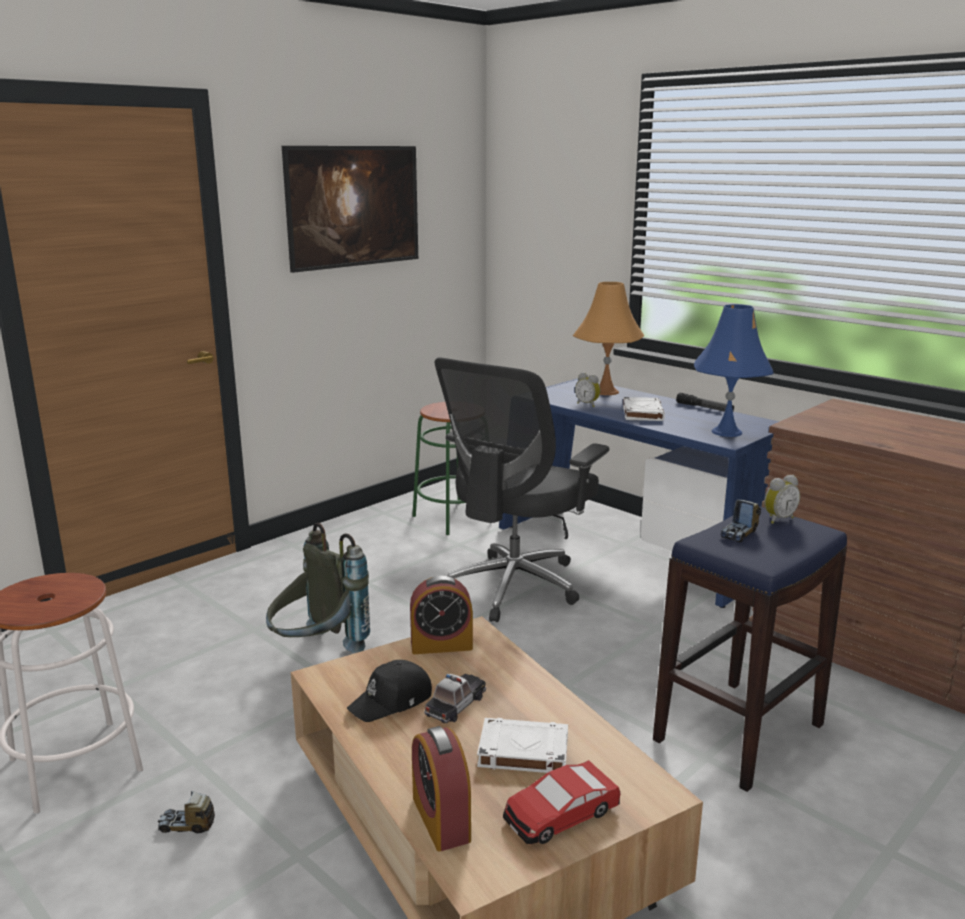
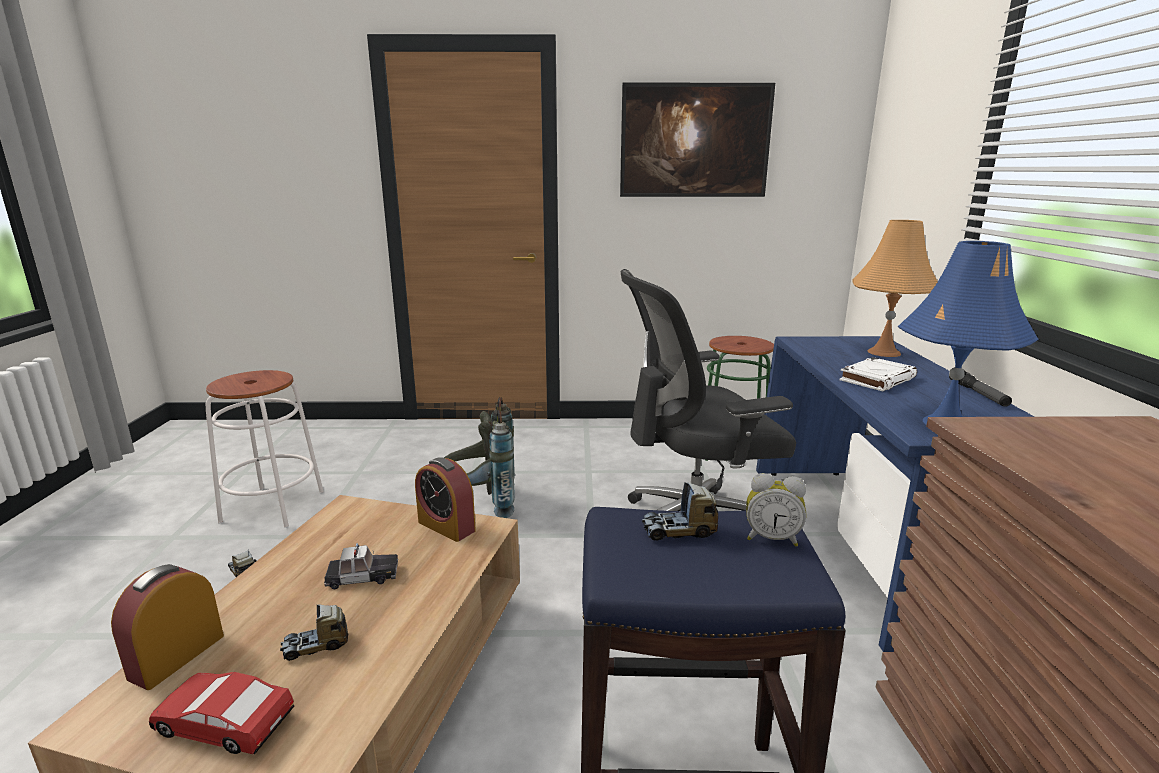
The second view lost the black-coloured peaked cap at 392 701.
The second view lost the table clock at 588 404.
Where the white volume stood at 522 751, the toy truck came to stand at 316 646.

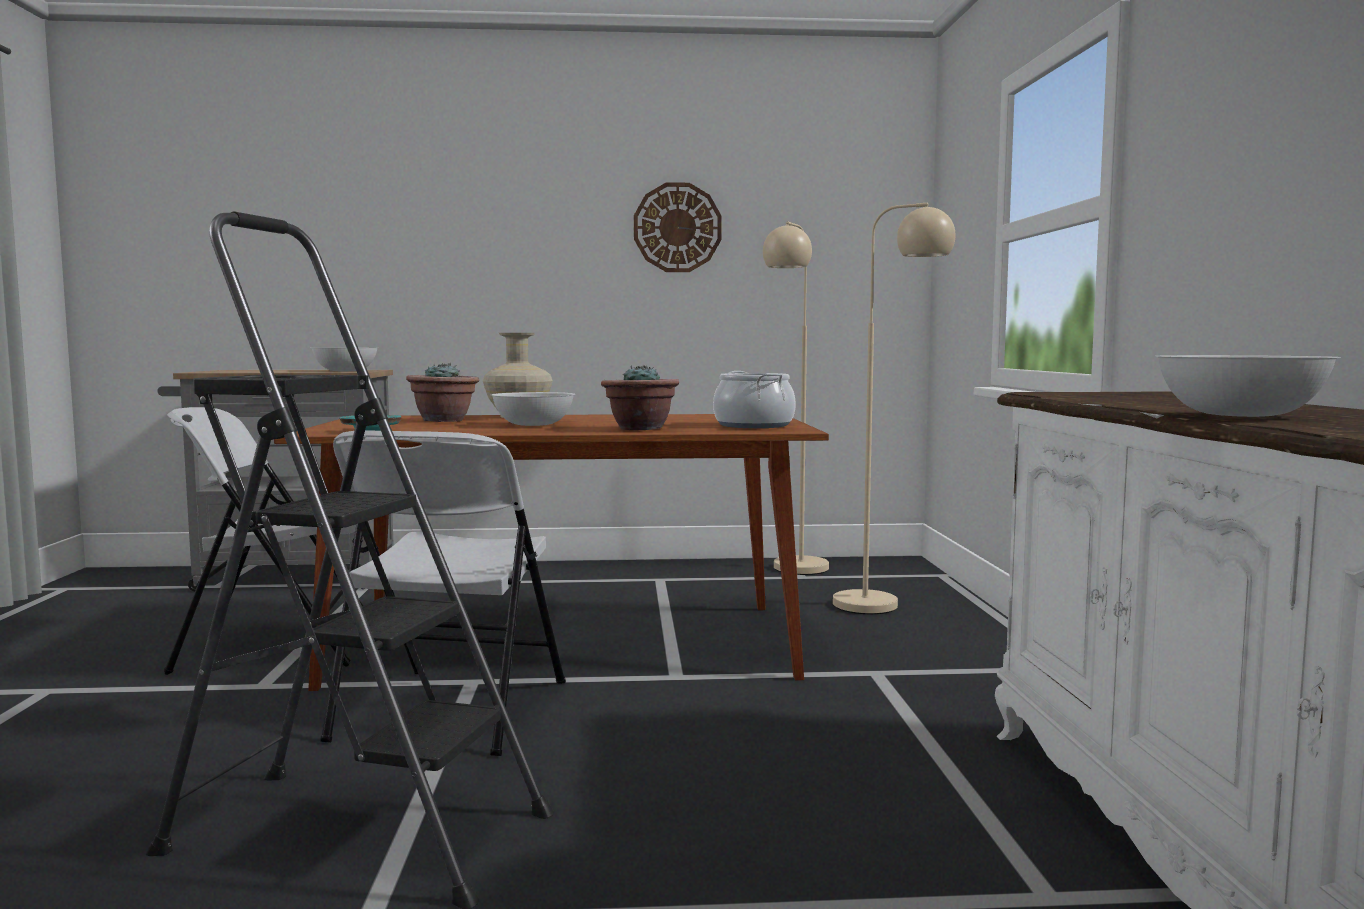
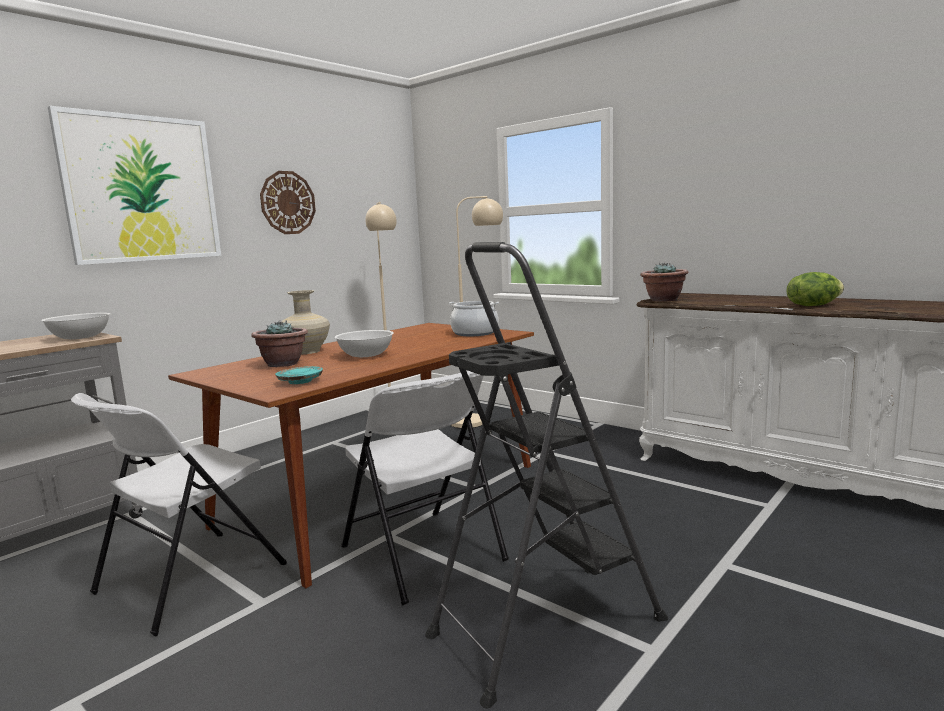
The second view gained the wall picture at 142 189.
The houseplant ended up elsewhere, having gone from 640 428 to 663 300.
Where the white deep dish stood at 1238 415, the lettuce head came to stand at 813 305.

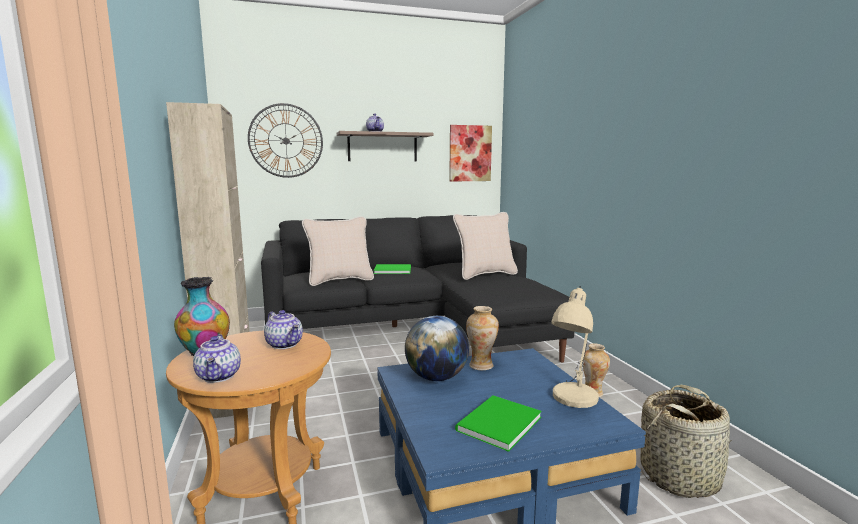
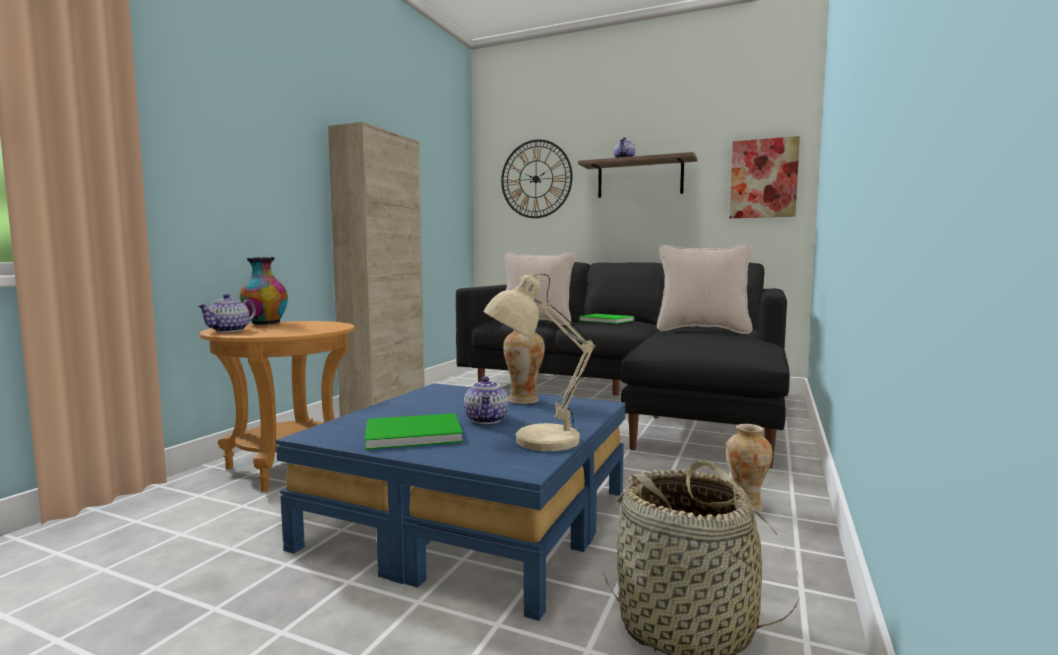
The second view lost the desk globe at 436 377.
The tea pot ended up elsewhere, having gone from 285 344 to 487 420.

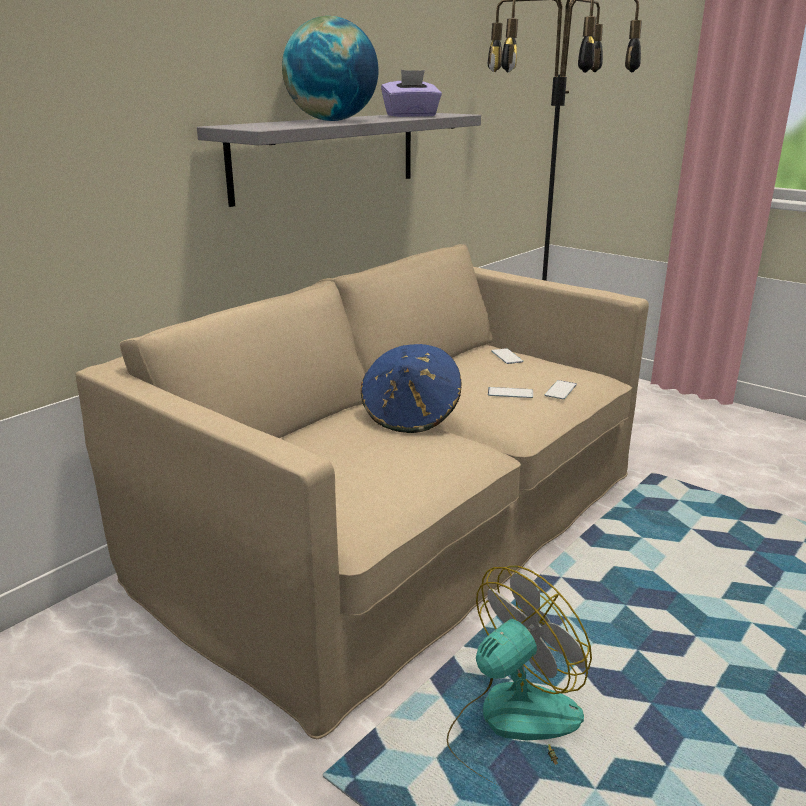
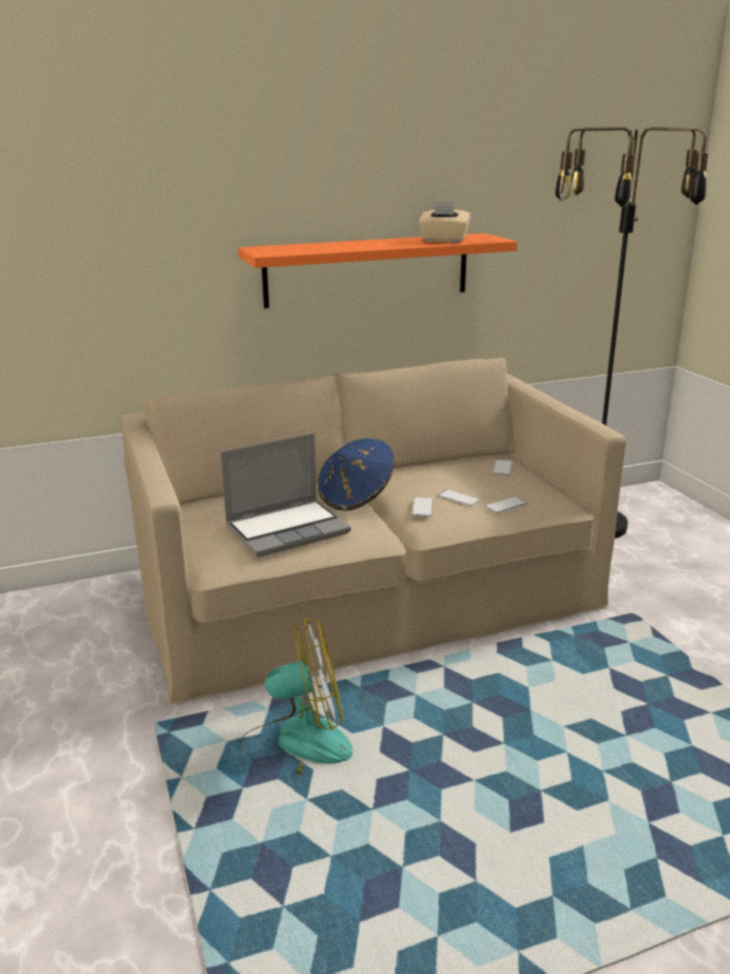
The second view lost the desk globe at 332 120.
The second view gained the laptop at 288 529.
The second view gained the handset at 422 507.
What was the gray shelf at 327 155 turned into the orange shelf at 367 270.
What was the purple tissue holder at 411 116 turned into the beige-coloured tissue holder at 443 240.

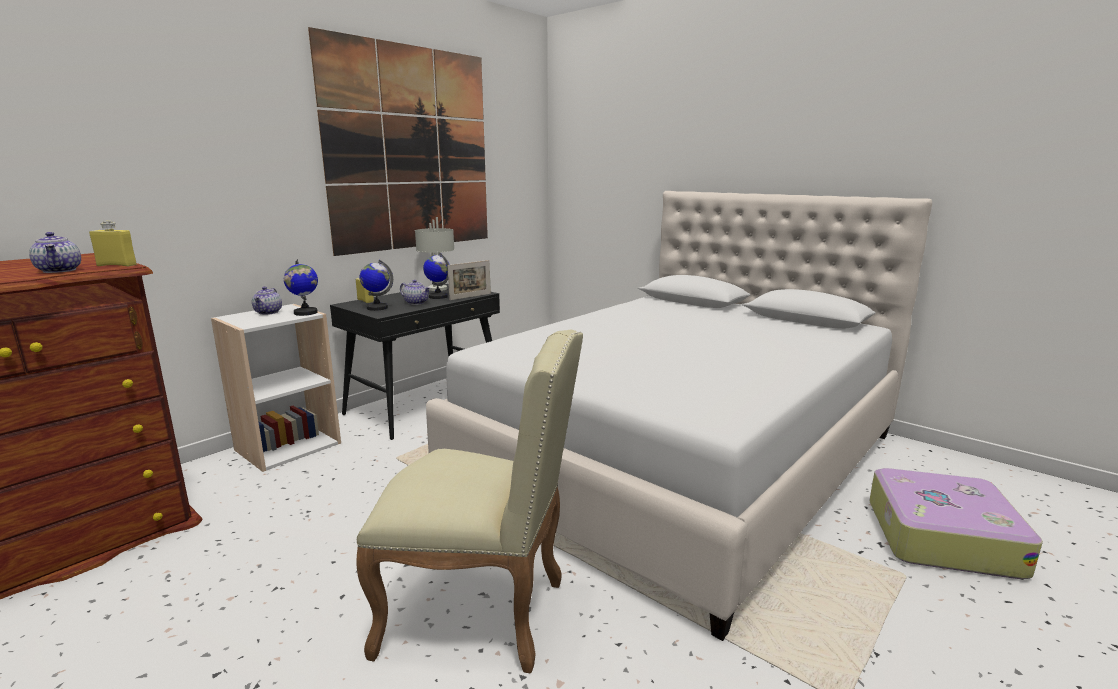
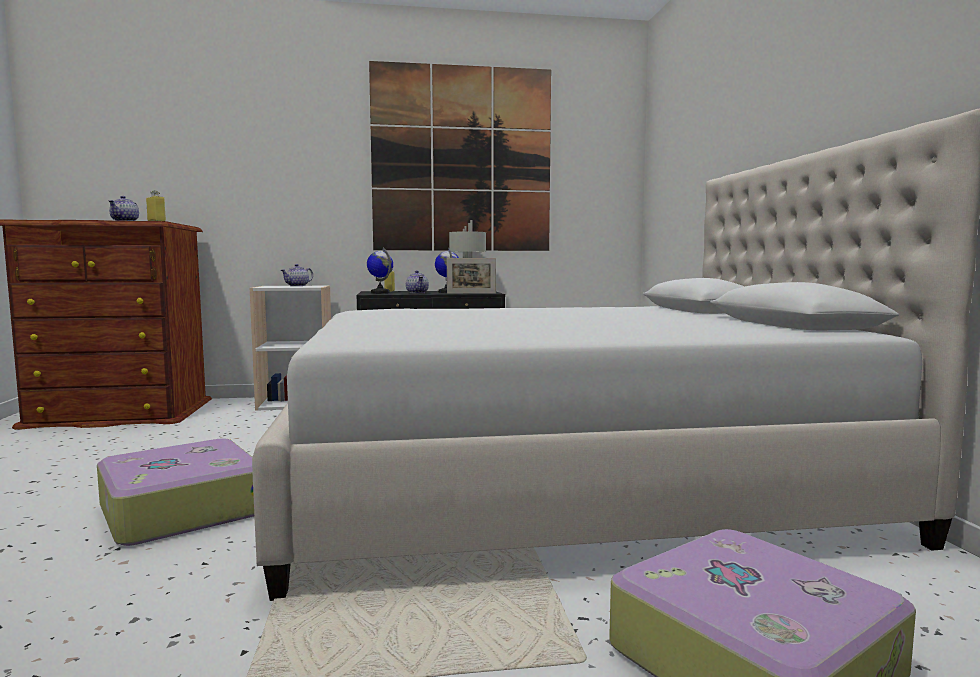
The second view lost the desk globe at 305 313.
Where the beige-coloured chair stood at 479 613, the travel case came to stand at 181 509.

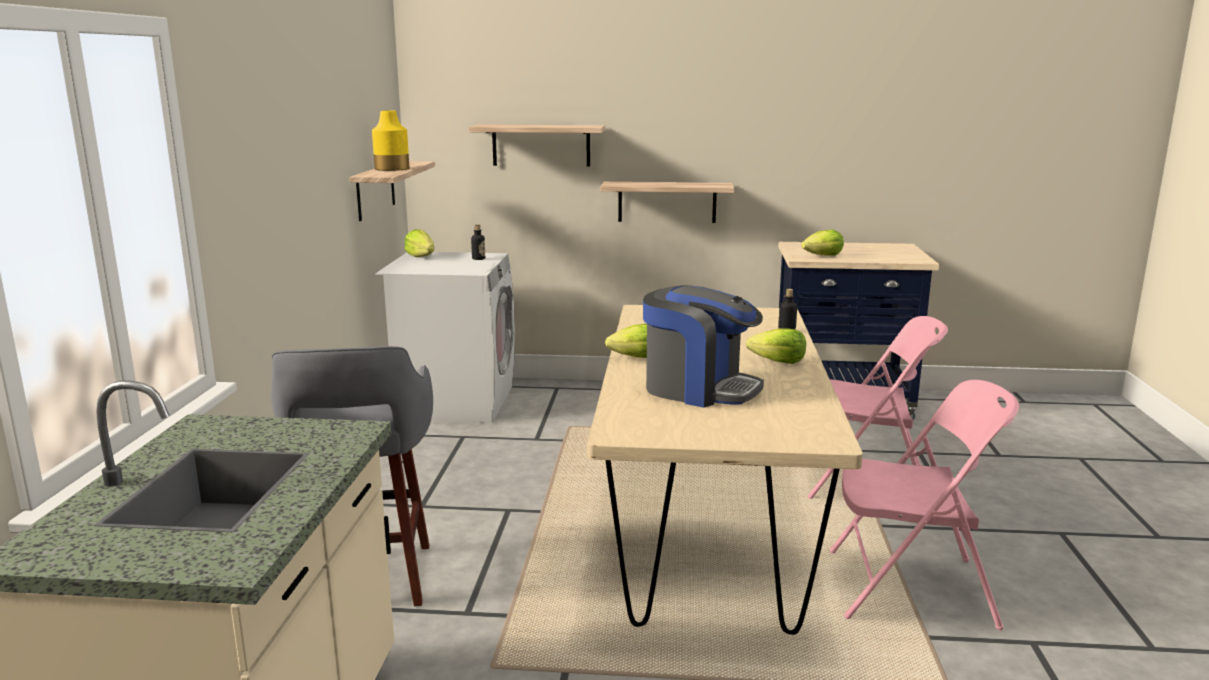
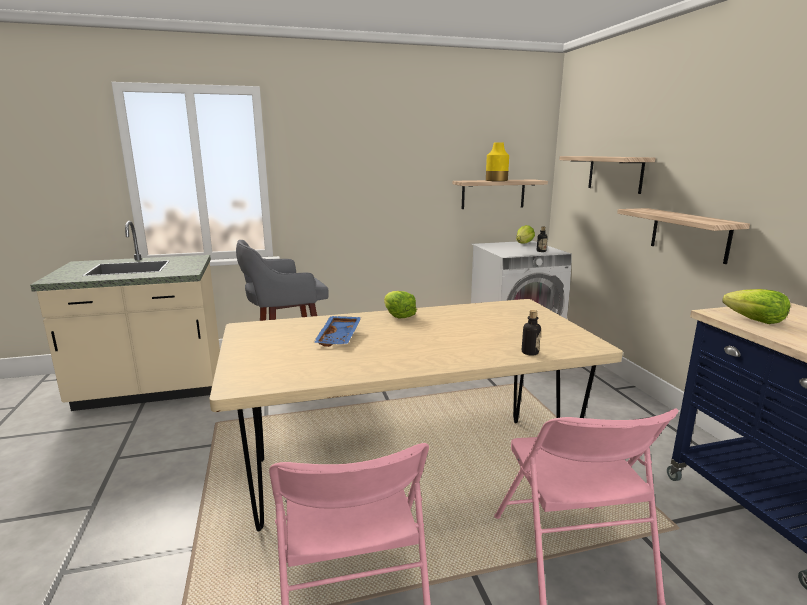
The second view lost the lettuce head at 778 362.
Where the coffee maker stood at 699 389, the blue carrying tray came to stand at 340 337.

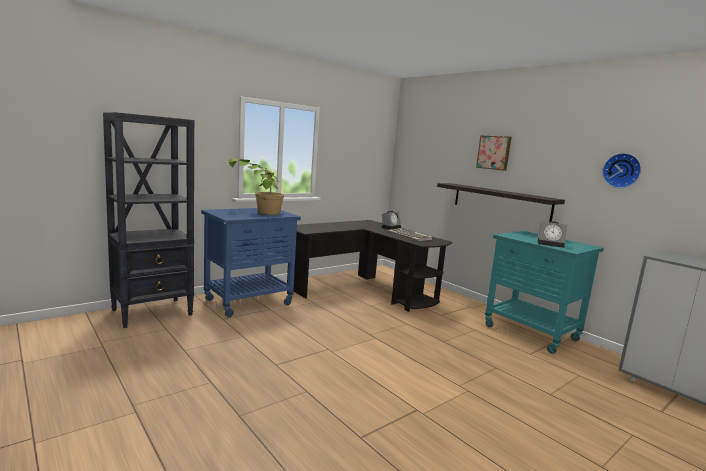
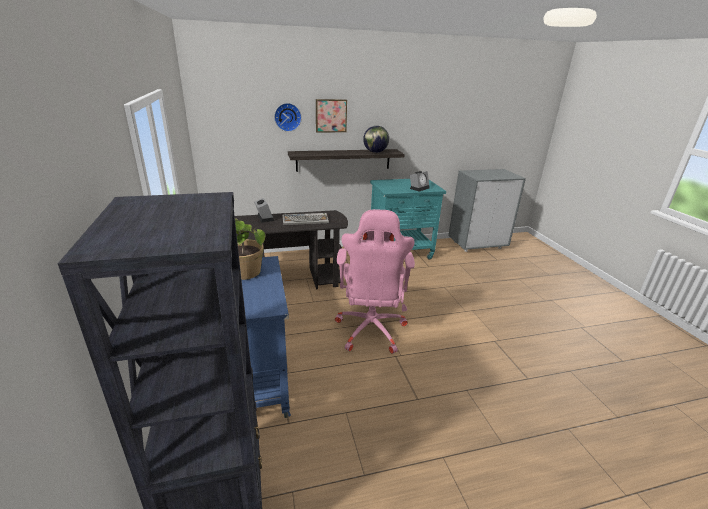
The second view gained the pink-coloured desk chair at 371 326.
The second view gained the desk globe at 375 152.
The hanging clock ended up elsewhere, having gone from 622 170 to 287 117.

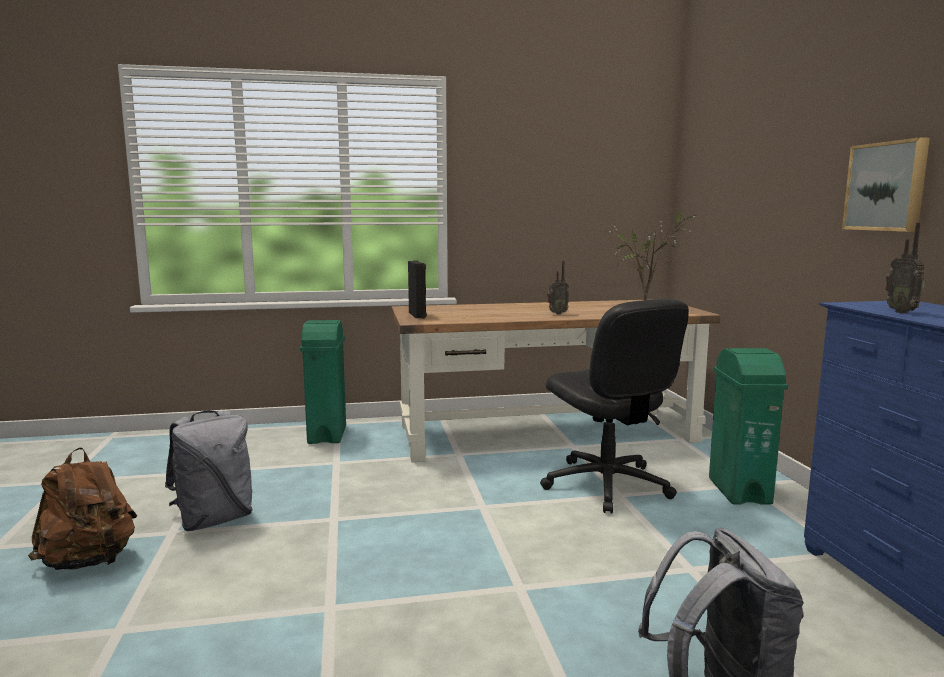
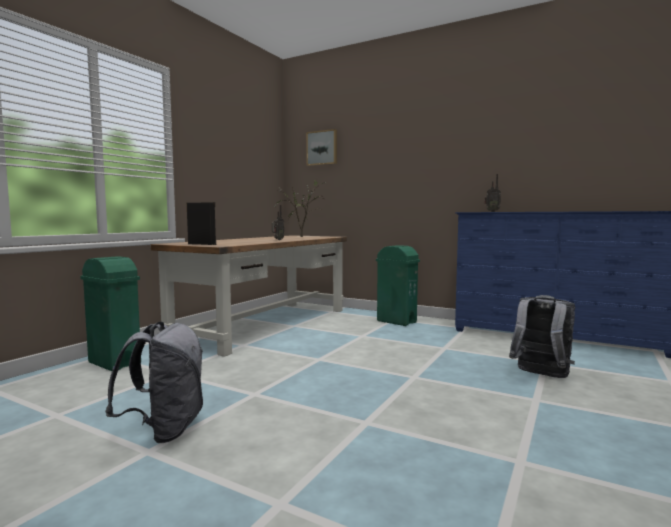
The second view lost the brown rucksack at 89 562.
The second view lost the black-coloured desk chair at 606 485.
The wall picture ended up elsewhere, having gone from 887 186 to 322 148.

